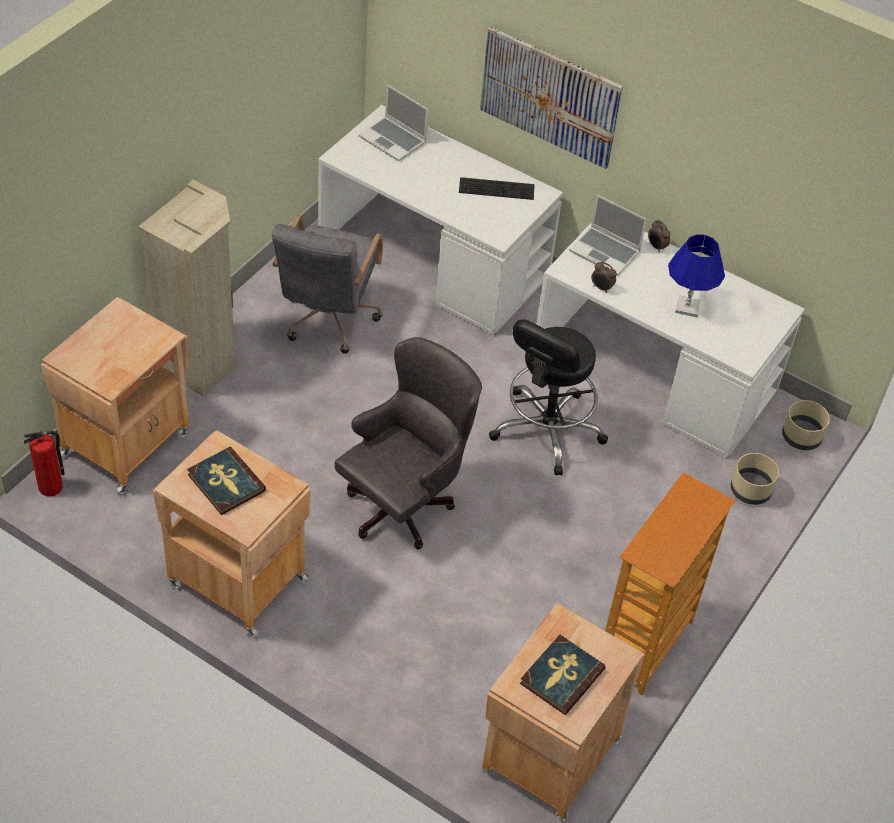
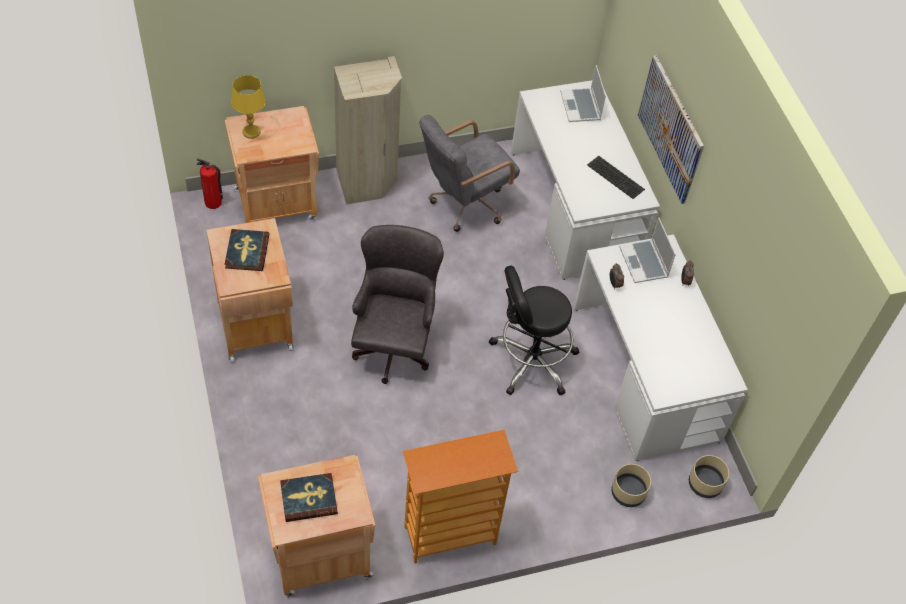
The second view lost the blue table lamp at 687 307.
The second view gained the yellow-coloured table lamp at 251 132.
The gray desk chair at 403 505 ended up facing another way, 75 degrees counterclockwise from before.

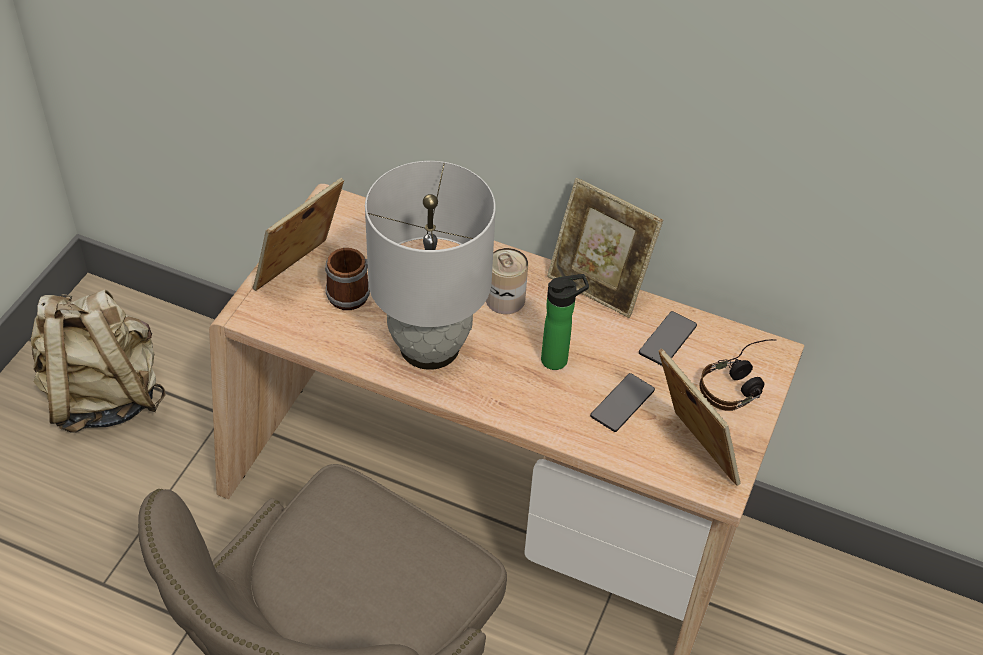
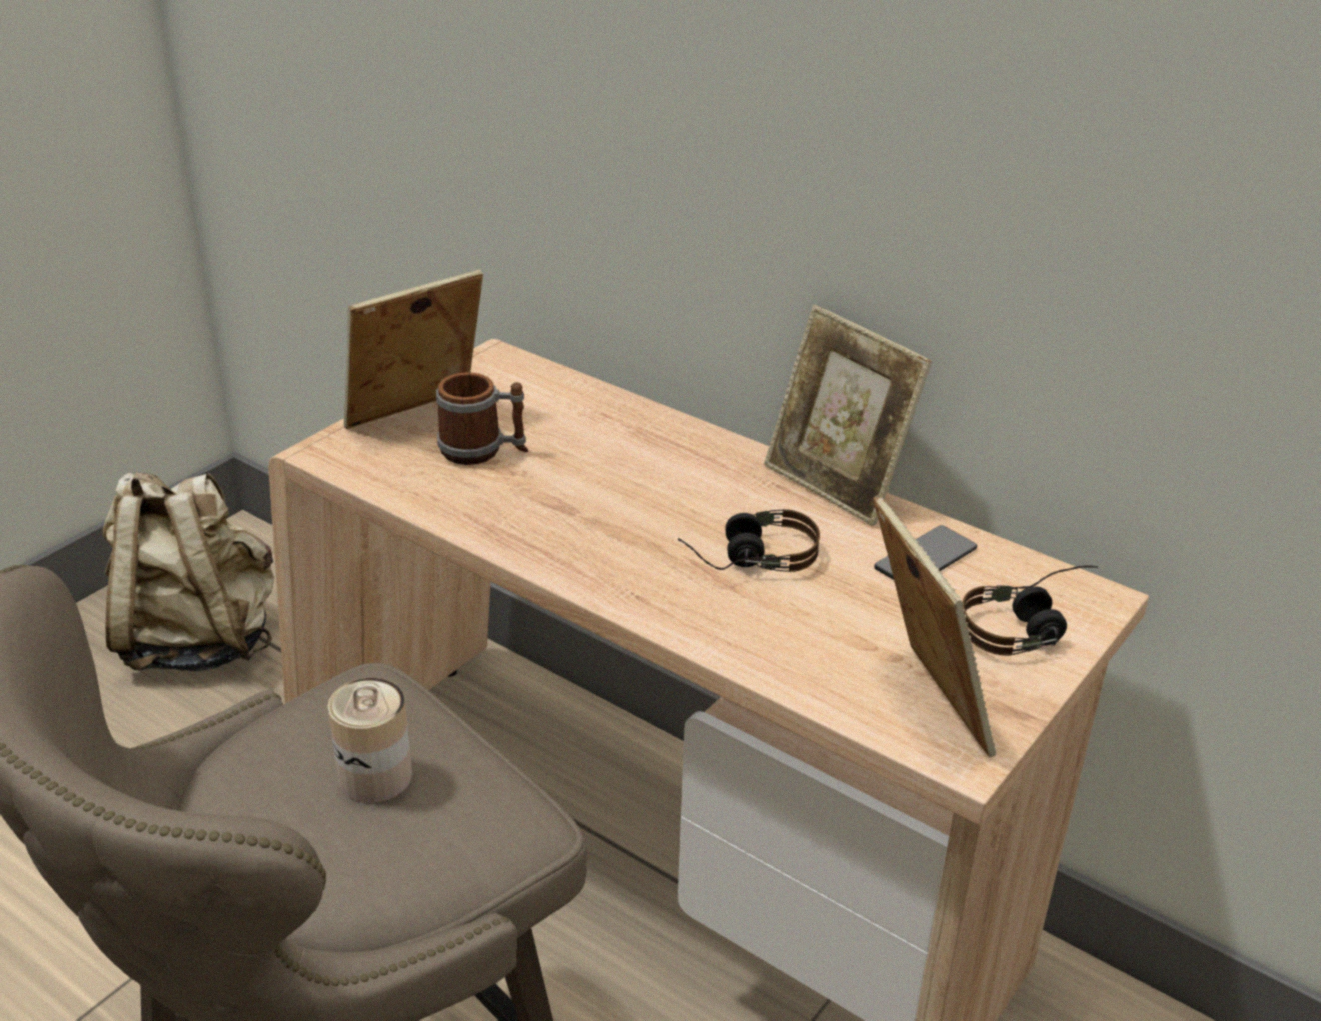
The second view lost the white table lamp at 429 346.
The second view lost the handset at 622 403.
The metal can ended up elsewhere, having gone from 505 299 to 375 776.
Where the beverage bottle stood at 558 359, the headset came to stand at 747 558.

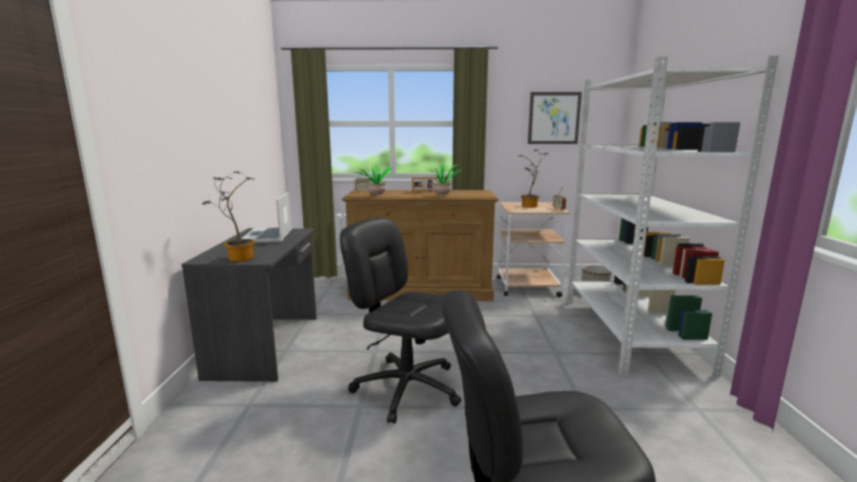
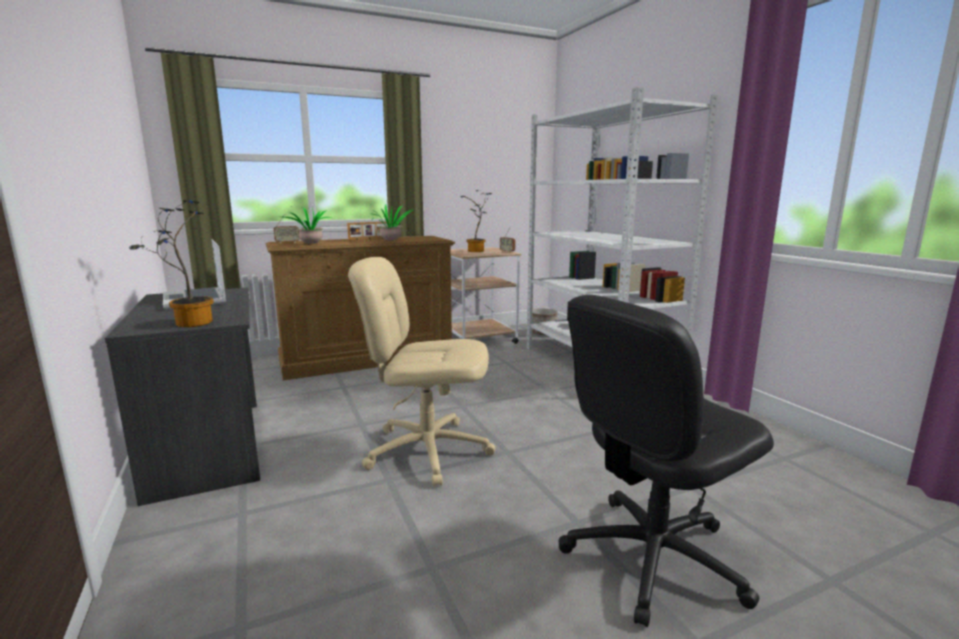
The second view lost the wall picture at 554 118.
What was the black-coloured desk chair at 407 387 turned into the beige-coloured desk chair at 427 450.

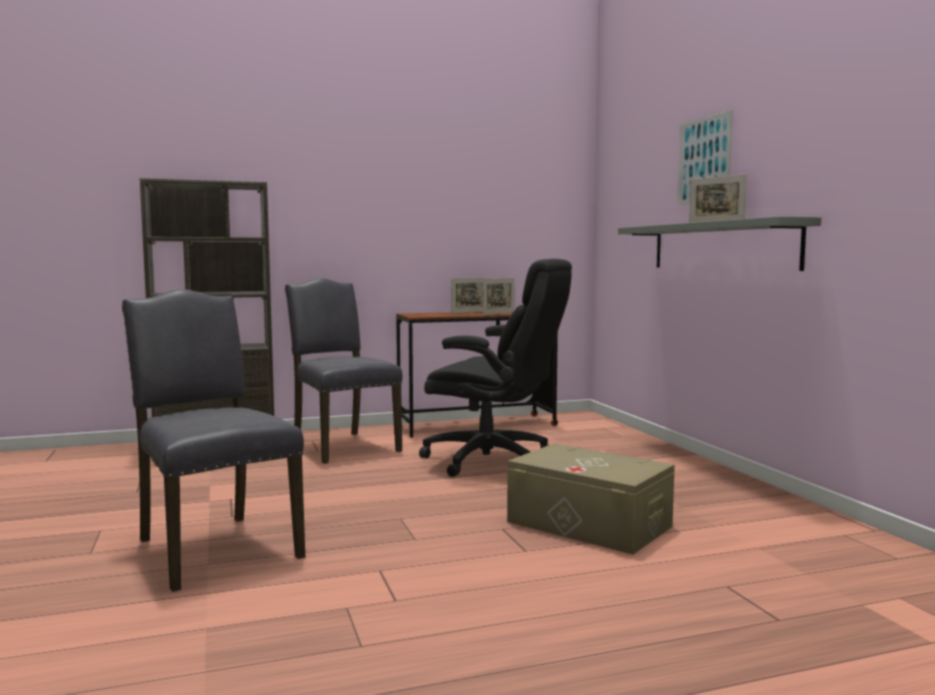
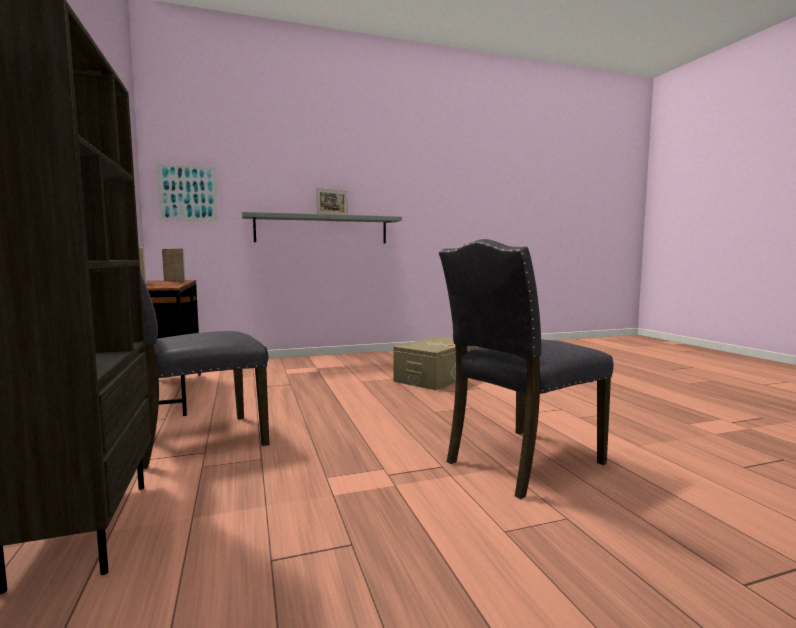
The second view lost the black-coloured desk chair at 496 462.
The wall picture ended up elsewhere, having gone from 704 160 to 187 193.

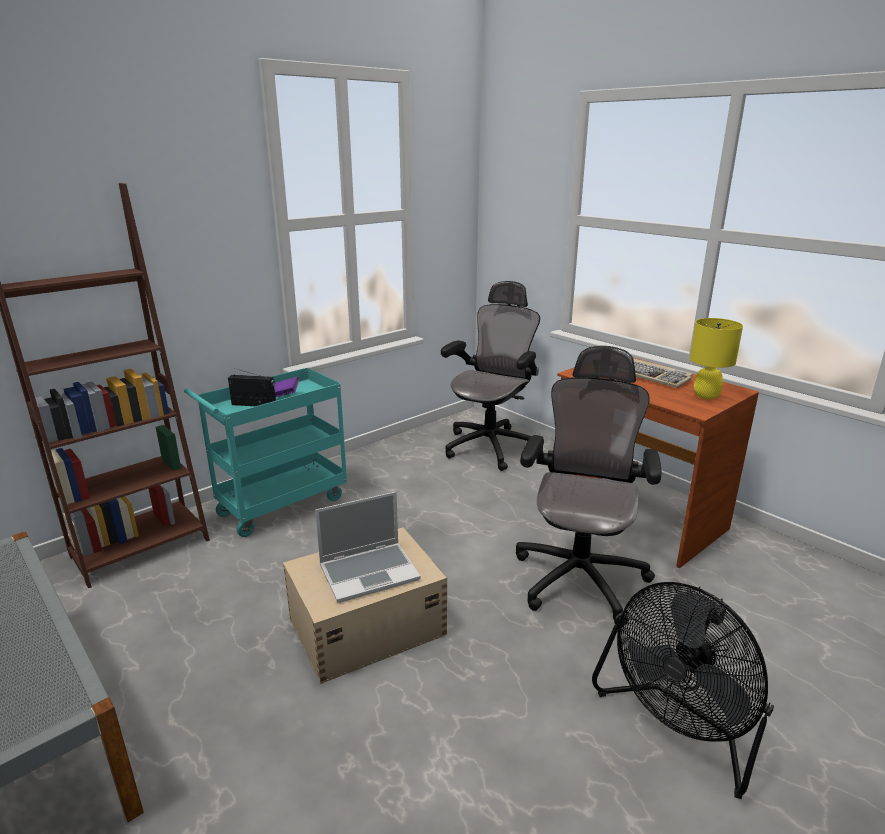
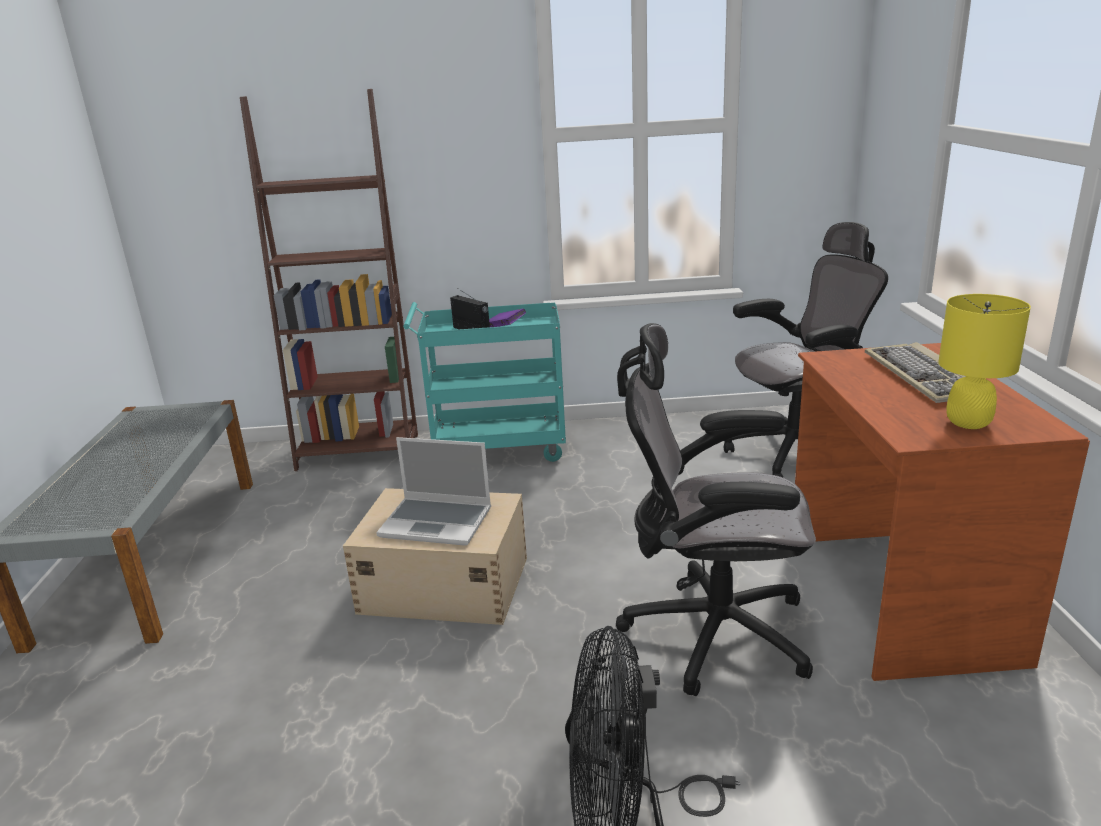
The desk chair at 579 578 ended up facing another way, 135 degrees counterclockwise from before.

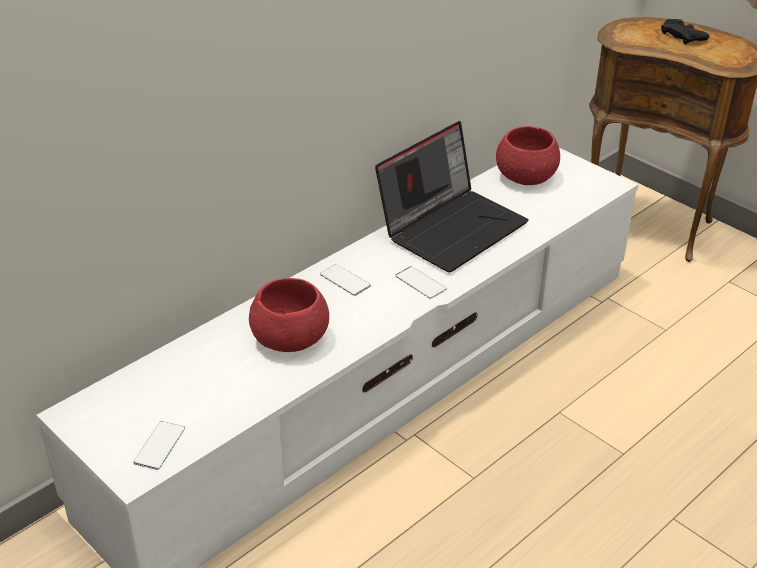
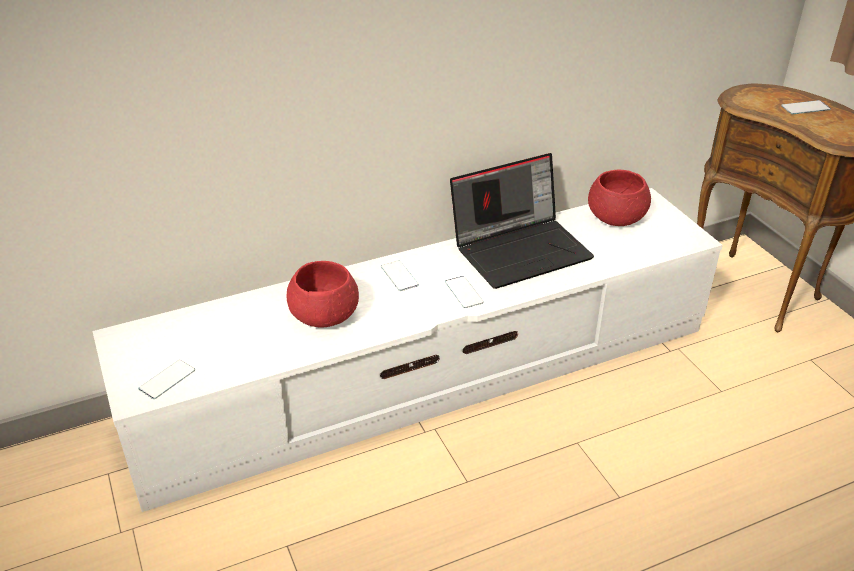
Where the black-coloured game controller stood at 683 36, the handset came to stand at 805 108.

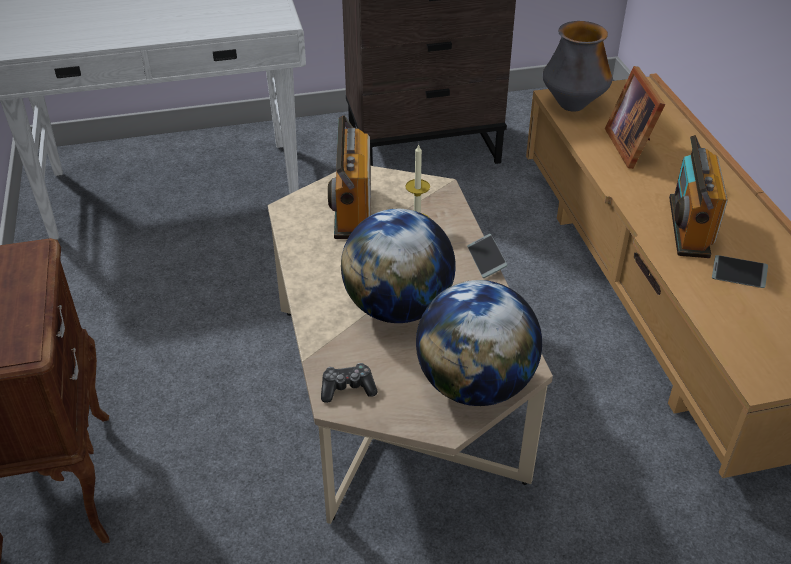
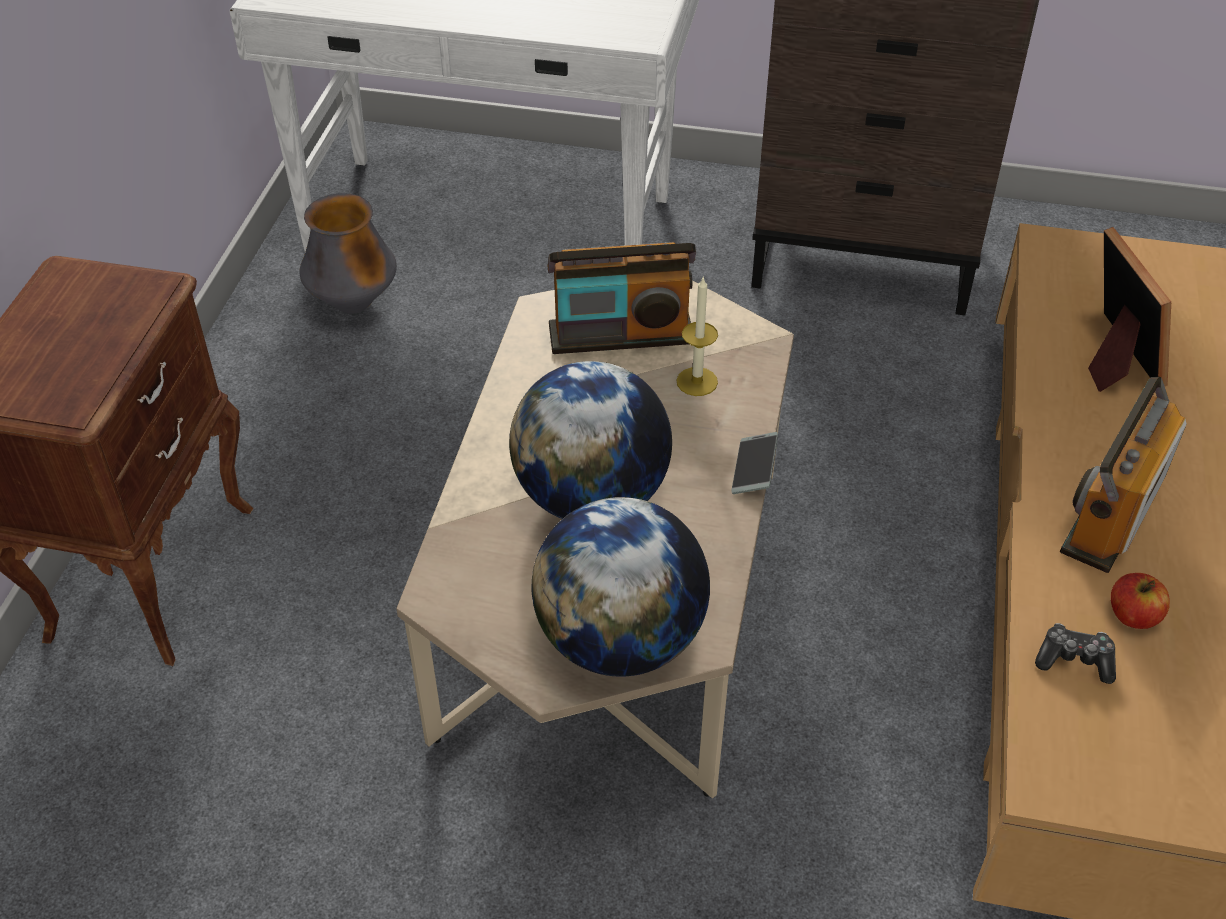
The game controller ended up elsewhere, having gone from 347 388 to 1074 660.
The flower vase ended up elsewhere, having gone from 572 106 to 354 304.
Where the handset stood at 738 276, the whole apple came to stand at 1133 616.
The radio at 350 208 ended up facing another way, 120 degrees counterclockwise from before.
The photo frame at 632 145 ended up facing another way, 150 degrees clockwise from before.

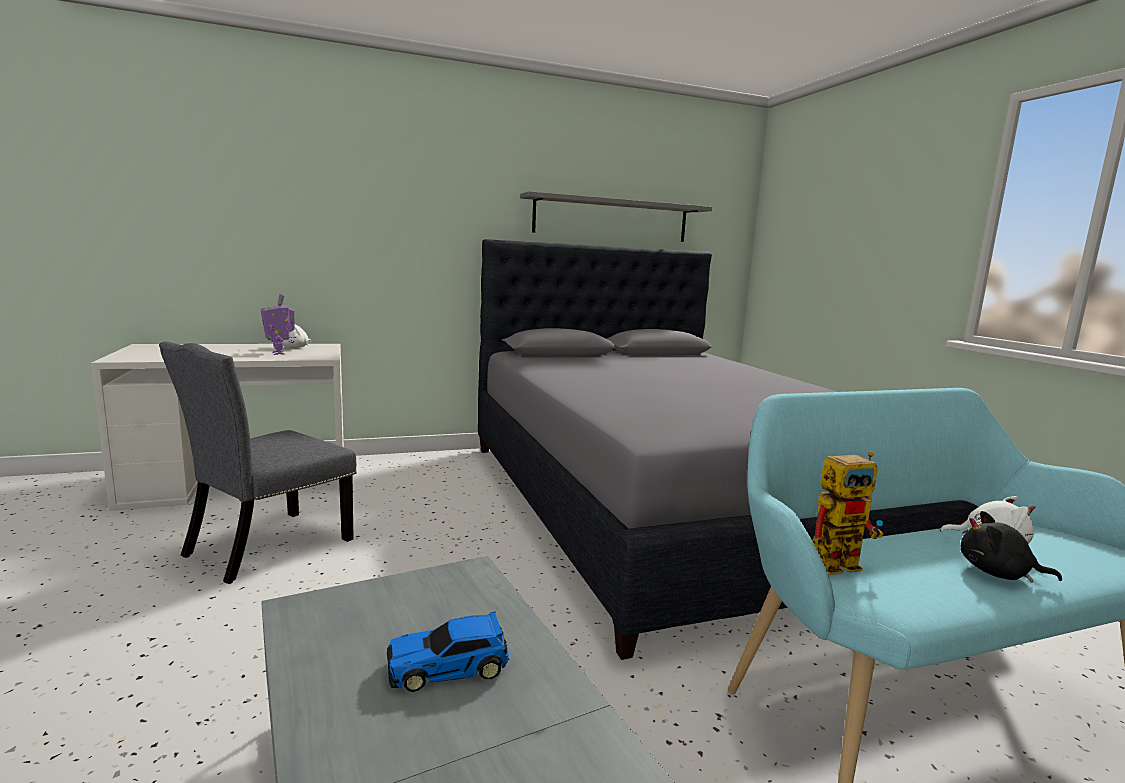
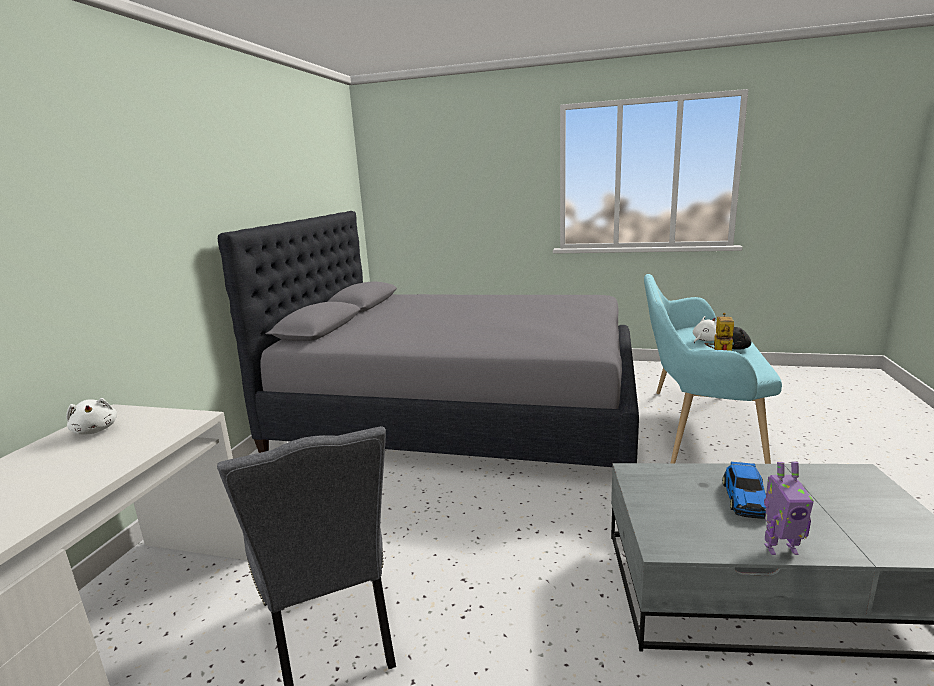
The second view lost the gray shelf at 612 219.
The robot figure ended up elsewhere, having gone from 279 353 to 779 548.

